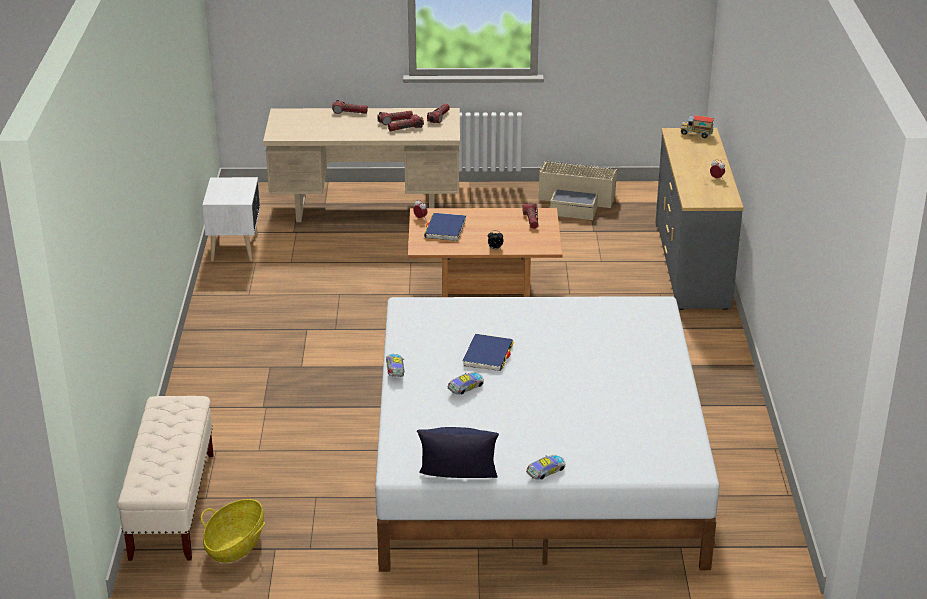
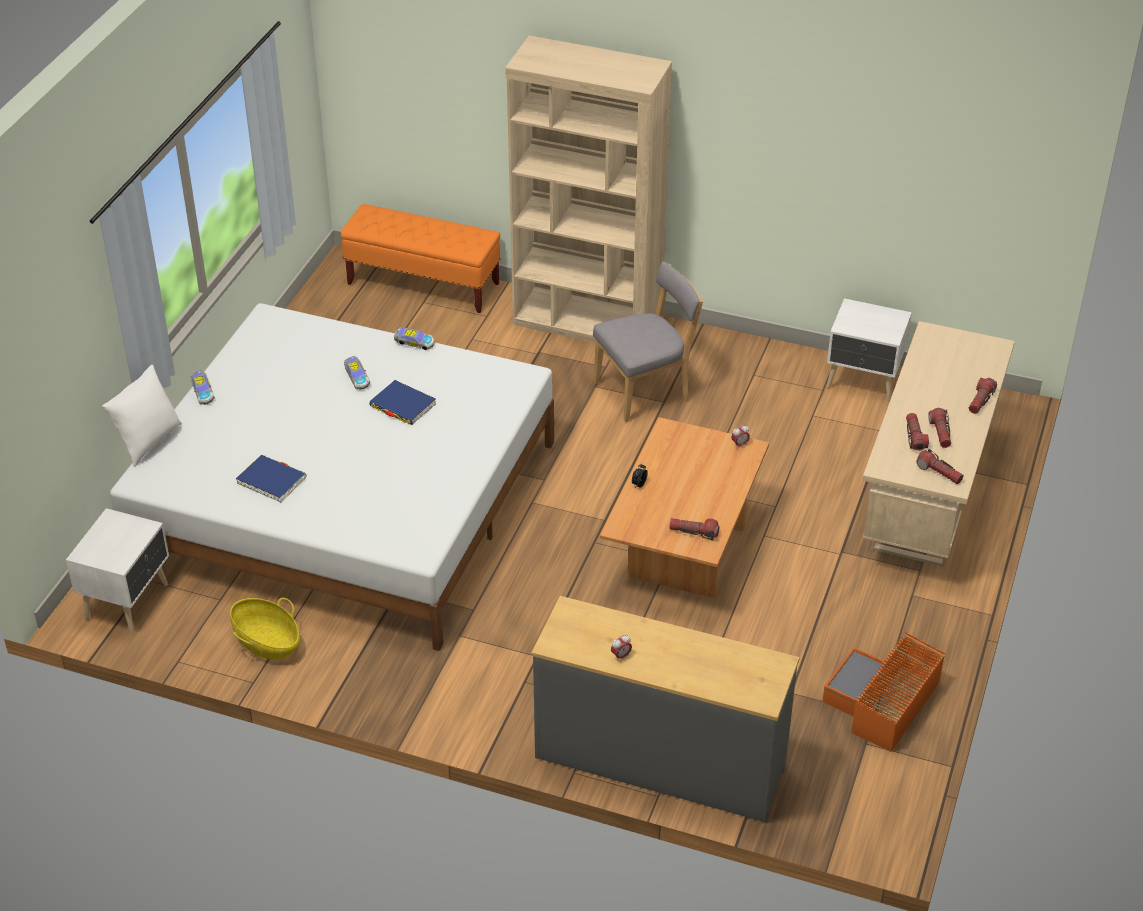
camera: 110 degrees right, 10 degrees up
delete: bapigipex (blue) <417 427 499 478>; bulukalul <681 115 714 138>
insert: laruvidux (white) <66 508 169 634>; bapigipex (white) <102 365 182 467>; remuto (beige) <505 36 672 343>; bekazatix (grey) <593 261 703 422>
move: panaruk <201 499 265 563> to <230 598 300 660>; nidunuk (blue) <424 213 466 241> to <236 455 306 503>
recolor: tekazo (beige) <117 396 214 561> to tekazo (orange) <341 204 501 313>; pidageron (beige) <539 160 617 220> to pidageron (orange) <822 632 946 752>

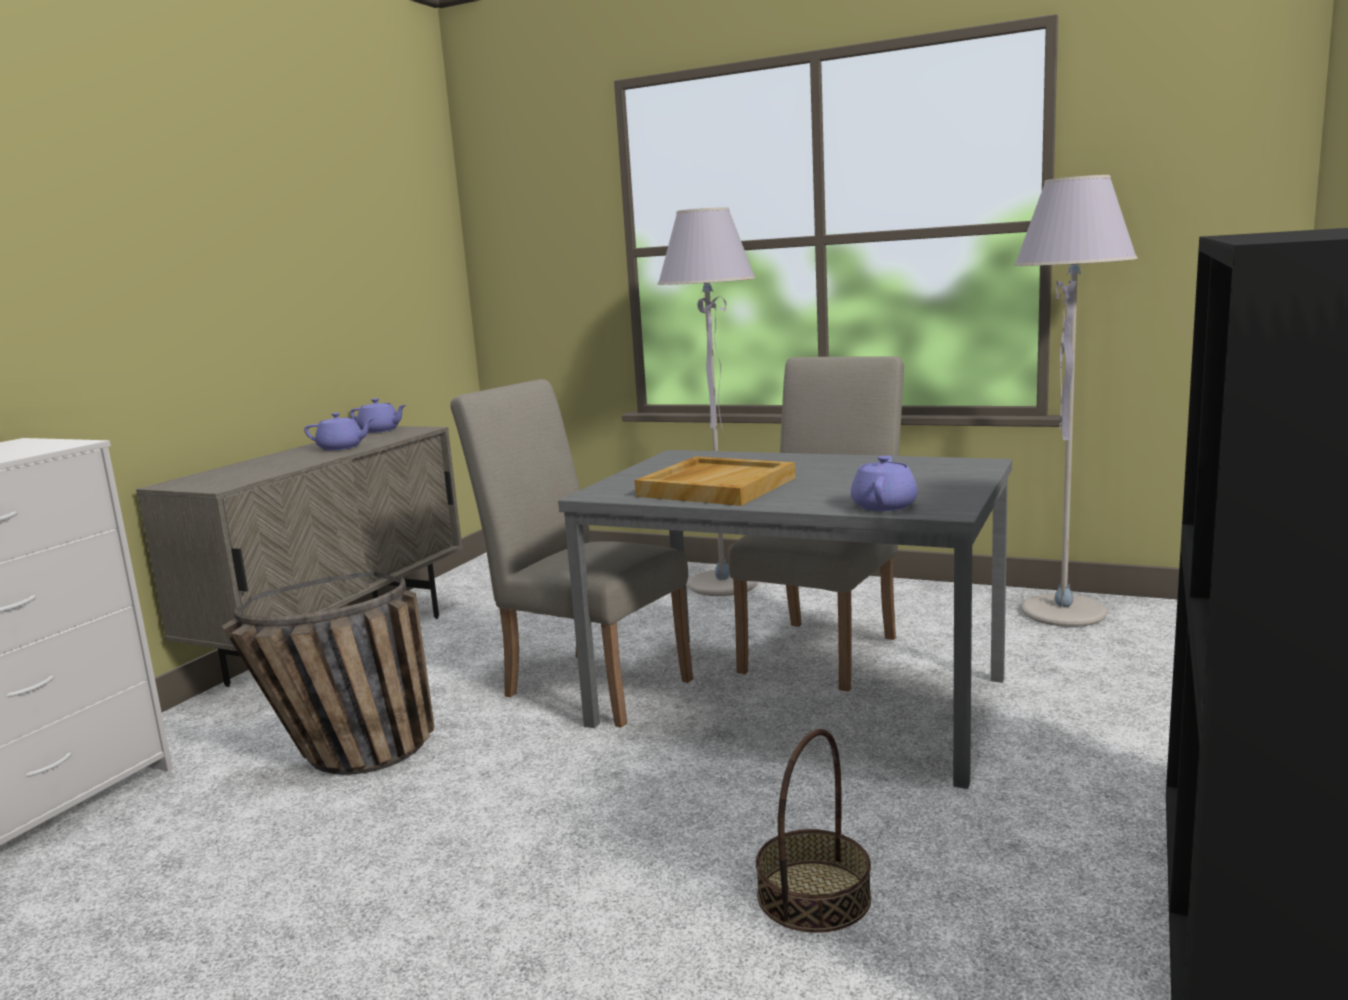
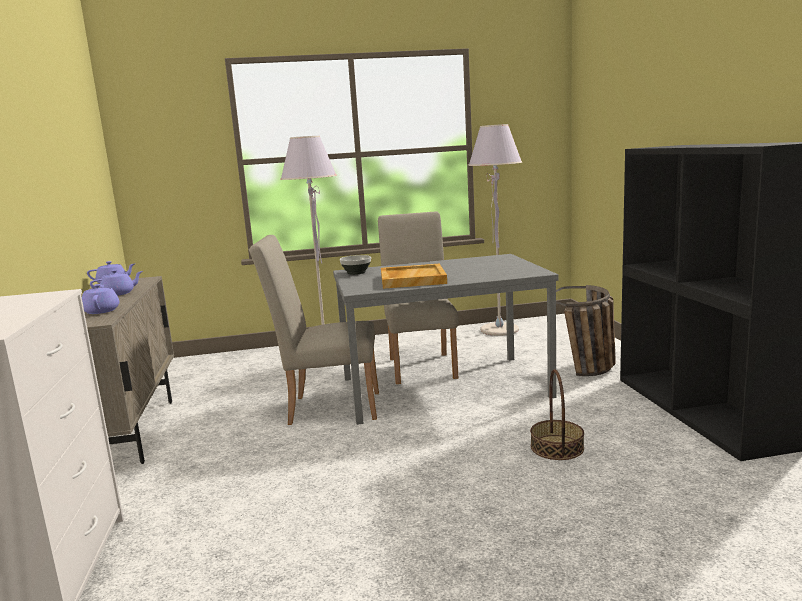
camera: 35 degrees left, 0 degrees up
insert: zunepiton <340 255 371 275>
move: panaruk <222 571 434 775> to <556 285 616 376>; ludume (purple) <851 456 918 511> to <82 284 119 314>

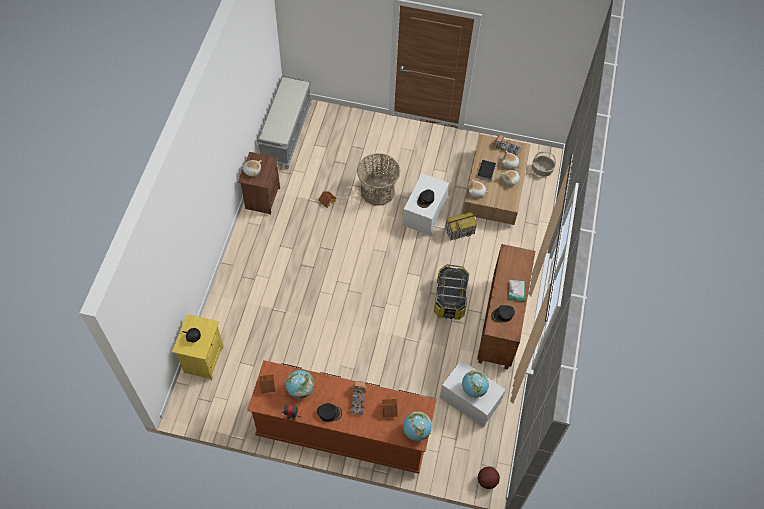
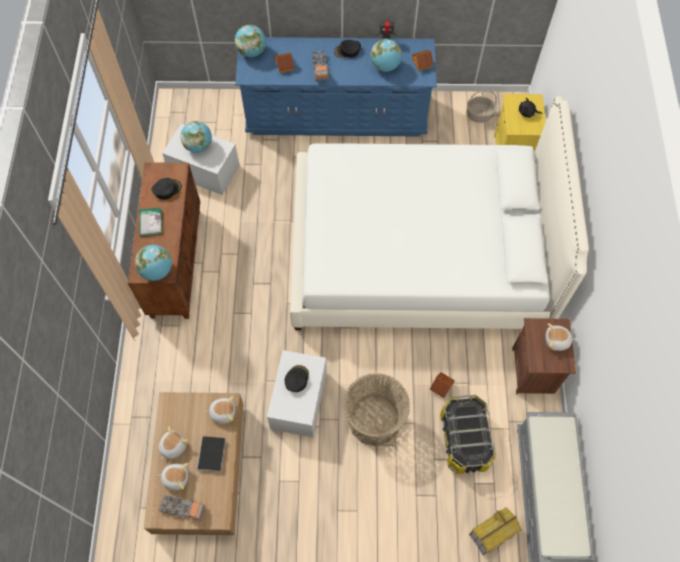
camera: 170 degrees right, 5 degrees up
delete: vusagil <478 467 500 489>
insert: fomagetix <135 245 172 281>; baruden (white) <290 96 589 330>
move: pidageron <434 264 469 320> to <440 395 496 474>; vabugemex <445 212 477 241> to <469 507 522 555>; panaruk <532 152 556 176> to <466 90 497 123>
recolor: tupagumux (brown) <247 360 437 474> to tupagumux (blue) <235 37 437 137>

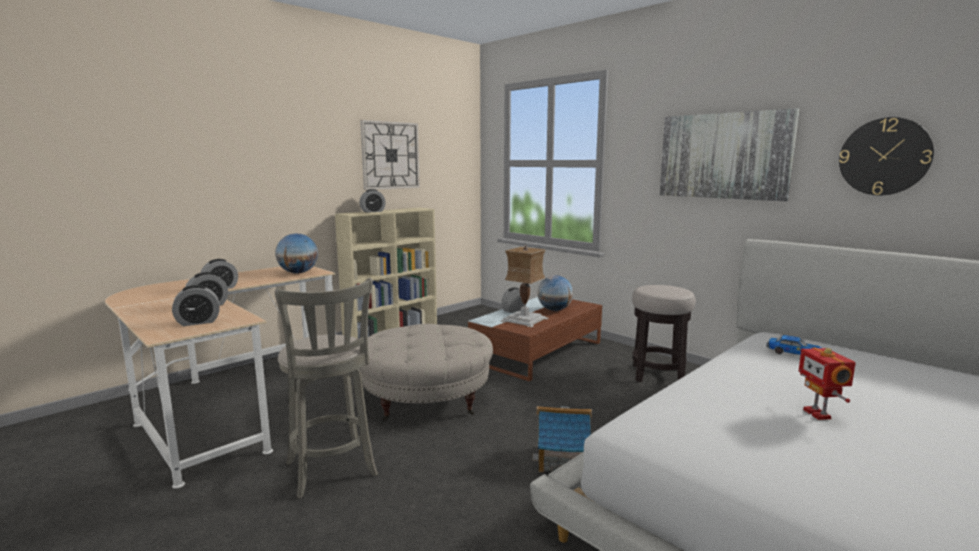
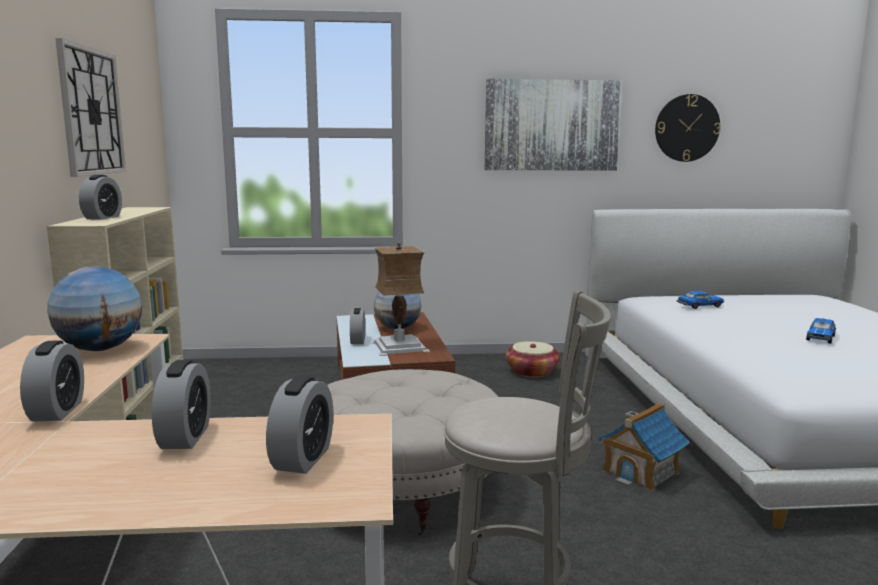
camera: 50 degrees left, 0 degrees up
replace: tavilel <632 285 696 382> to panaruk <506 341 560 378>; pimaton <799 348 856 420> to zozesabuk <806 318 836 344>

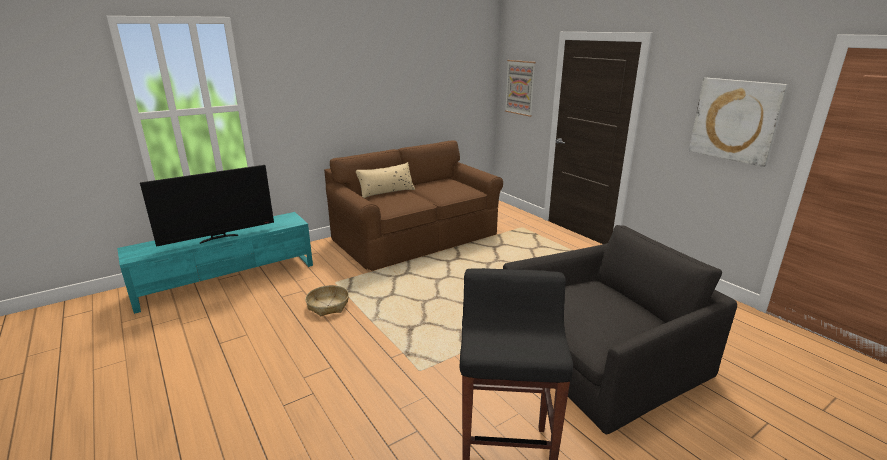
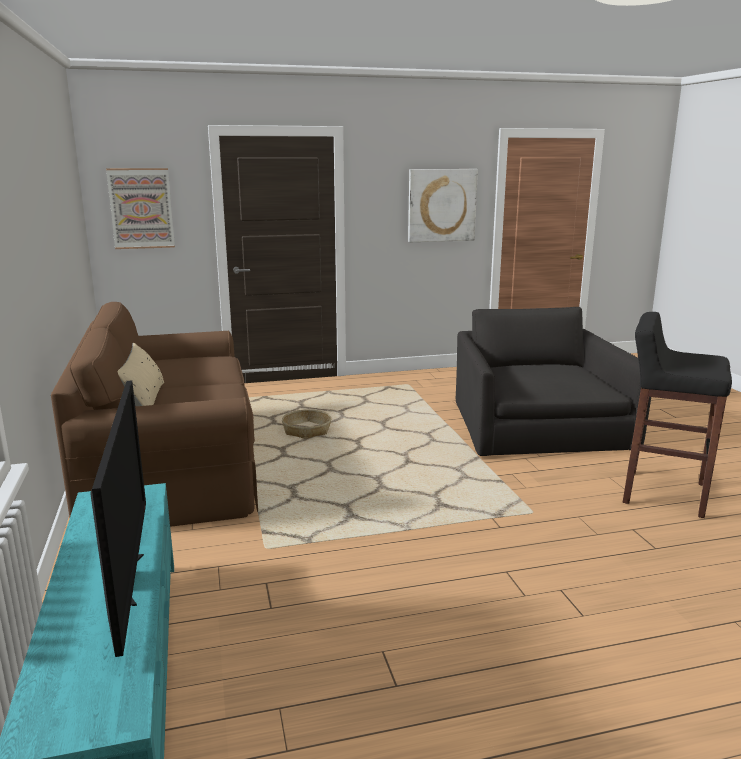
camera: 70 degrees left, 5 degrees down
move: panaruk <305 285 349 316> to <282 409 331 439>

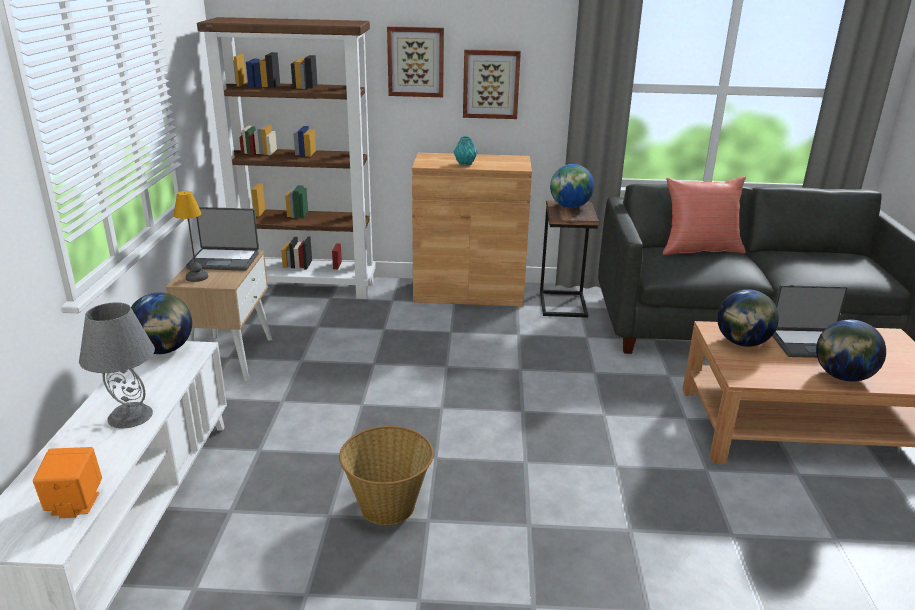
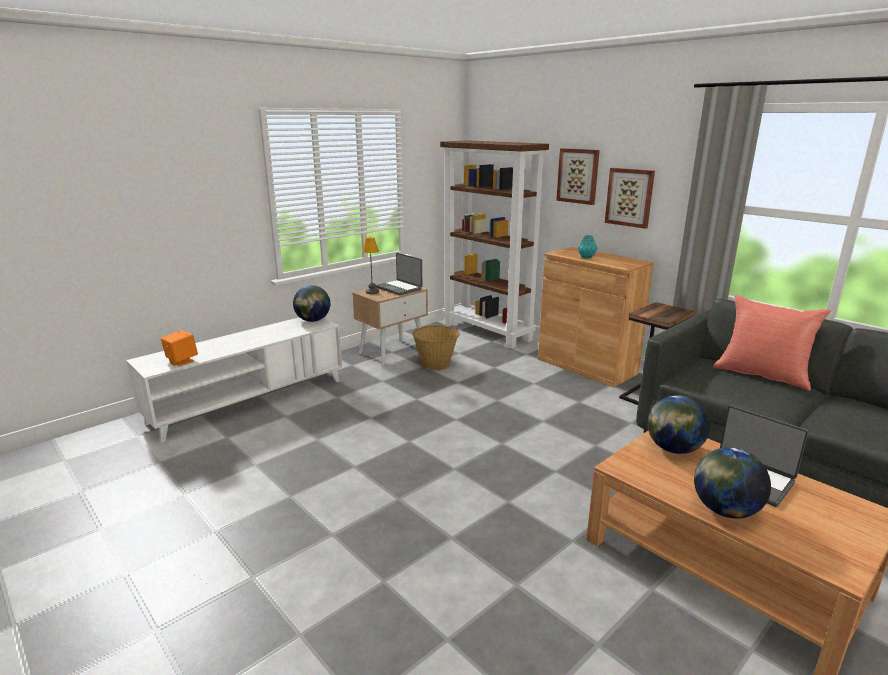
camera: 45 degrees right, 5 degrees down
delete: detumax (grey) <79 302 155 428>; fomagetix <550 164 594 208>
move: panaruk <339 426 434 525> to <413 326 460 370>

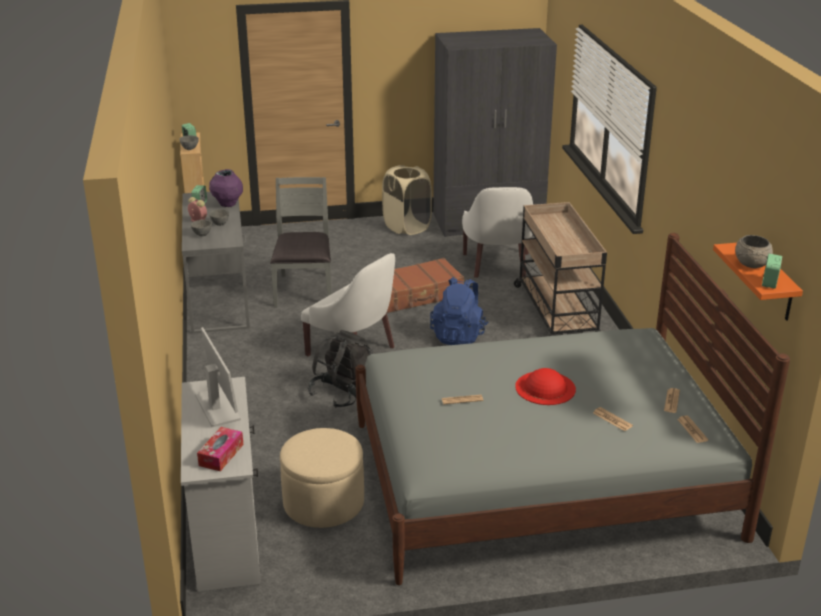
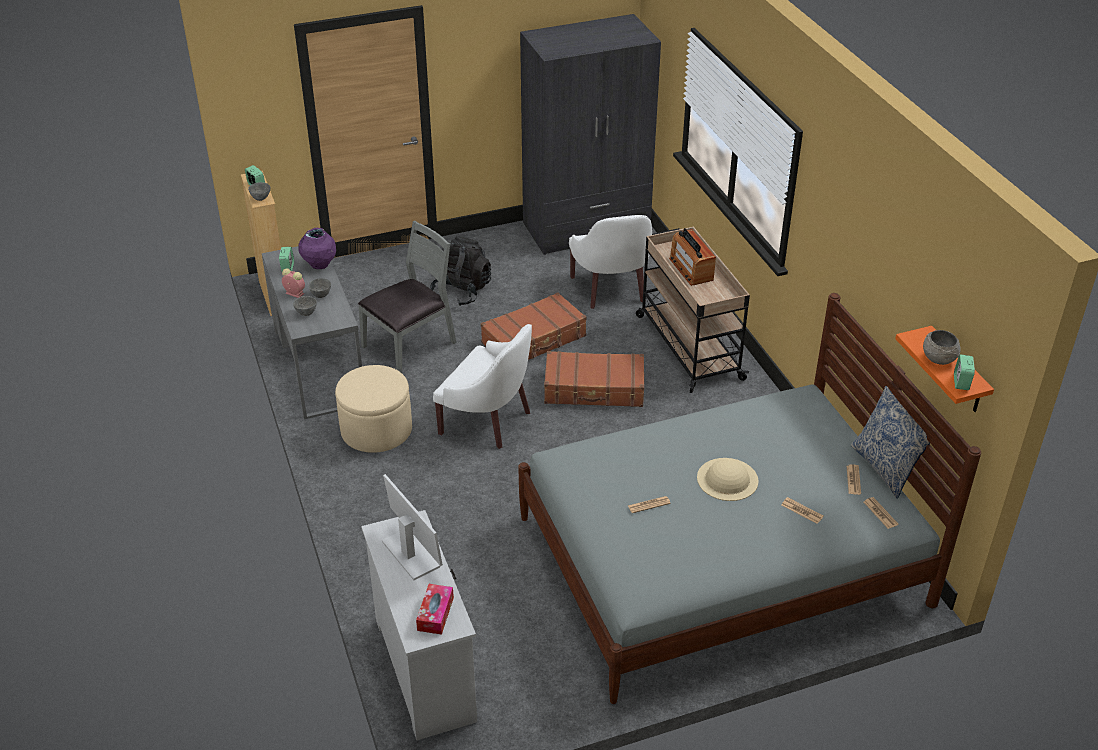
camera: 10 degrees left, 10 degrees up
delete: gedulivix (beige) <382 165 432 235>
insert: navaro <669 228 716 286>; bapigipex <851 386 930 499>
move: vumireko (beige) <280 428 364 528> to <335 365 412 453>; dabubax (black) <308 330 373 408> to <430 236 491 306>
replace: dabubax (blue) <430 277 488 345> to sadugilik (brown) <544 351 644 407>
recolor: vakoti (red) <515 368 576 405> to vakoti (beige) <697 458 758 501>
rotate: bekazatix (grey) <270 177 332 307> = <358 221 456 373> 60 degrees clockwise

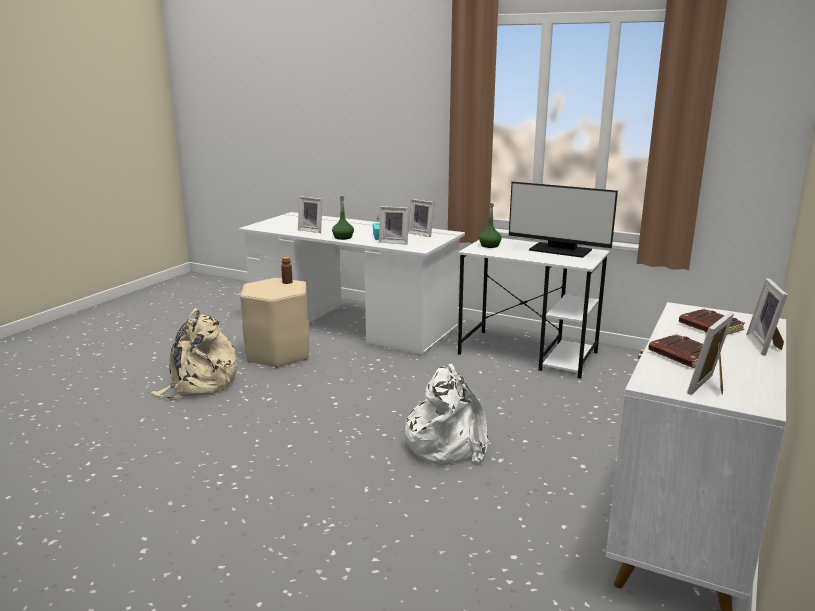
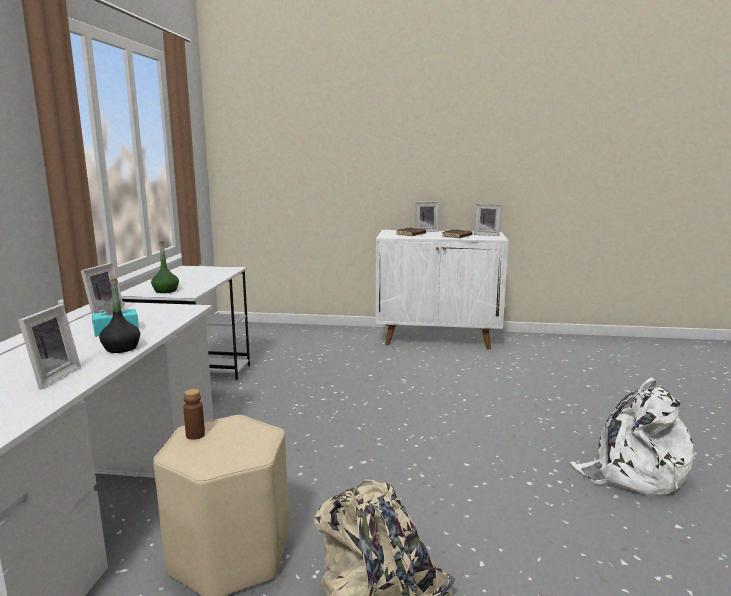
camera: 110 degrees left, 5 degrees down
delete: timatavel <379 206 409 244>; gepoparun <509 182 618 258>
move: dabubax (white) <400 364 488 465> to <569 377 694 496>
recolor: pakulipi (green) <332 197 354 240> to pakulipi (black) <99 278 140 353>

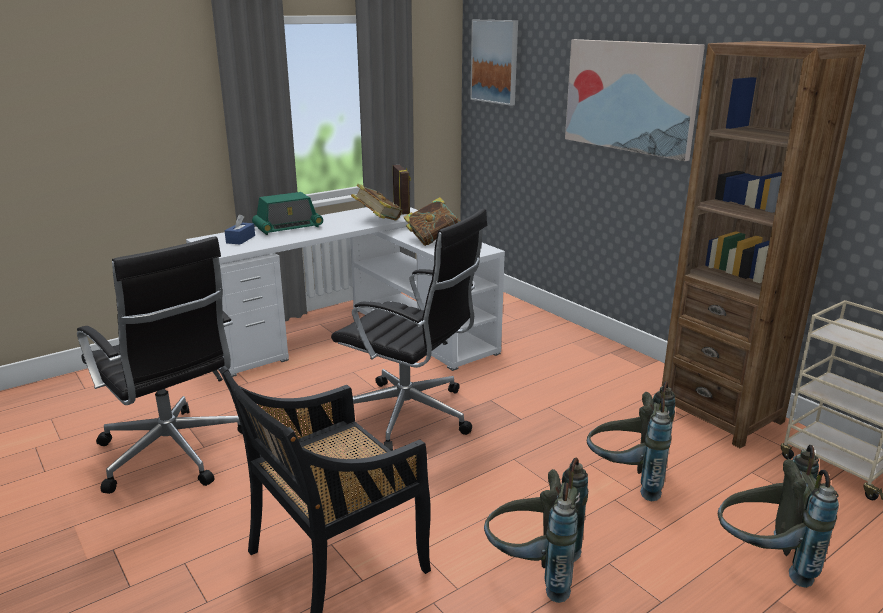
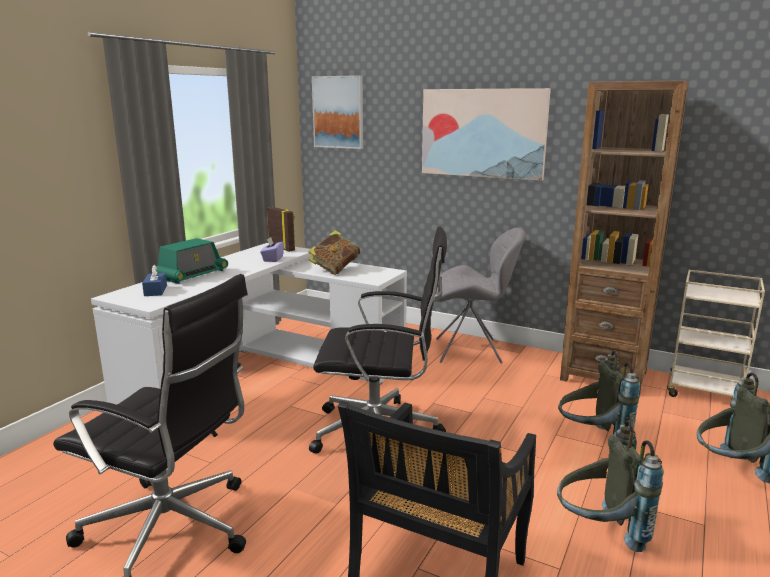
camera: 25 degrees left, 5 degrees down
insert: bekazatix (grey) <436 228 526 364>
replace: nidunuk <351 184 402 221> to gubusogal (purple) <260 237 284 262>

